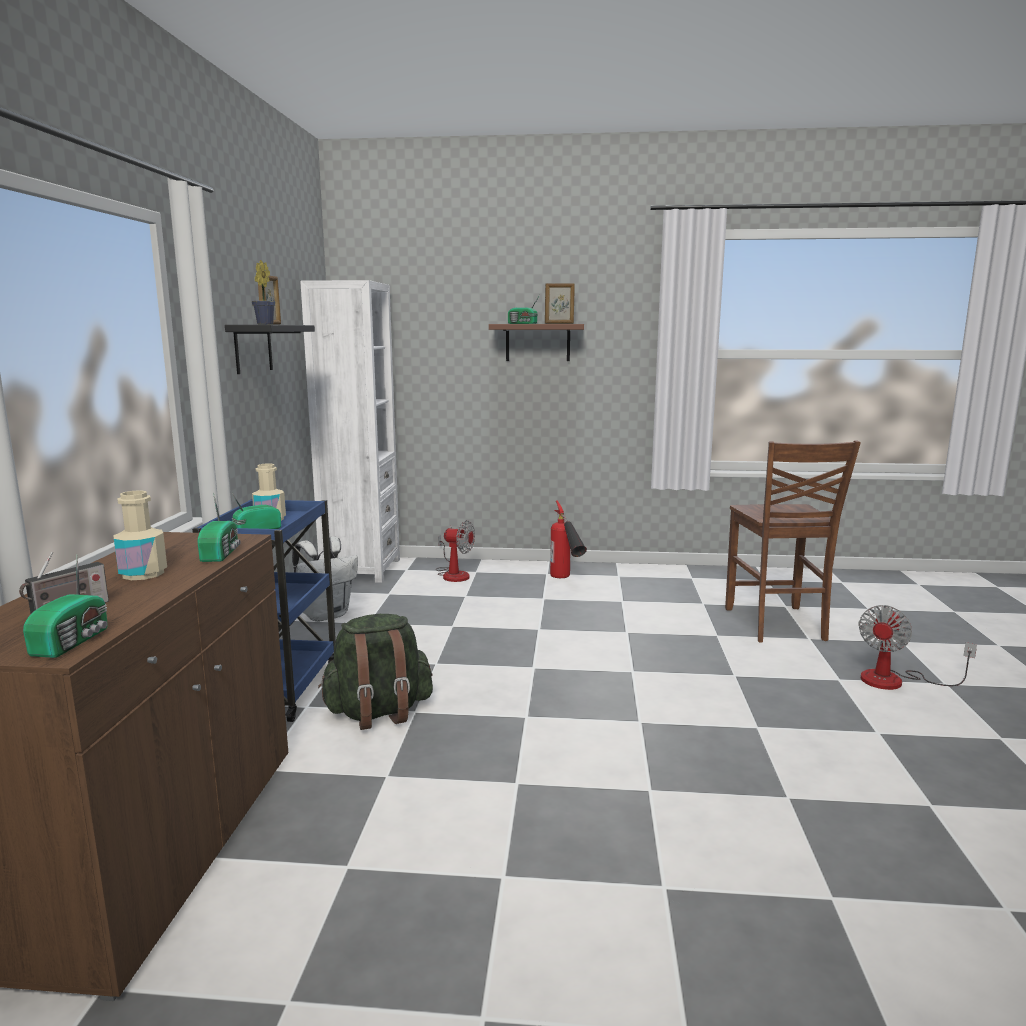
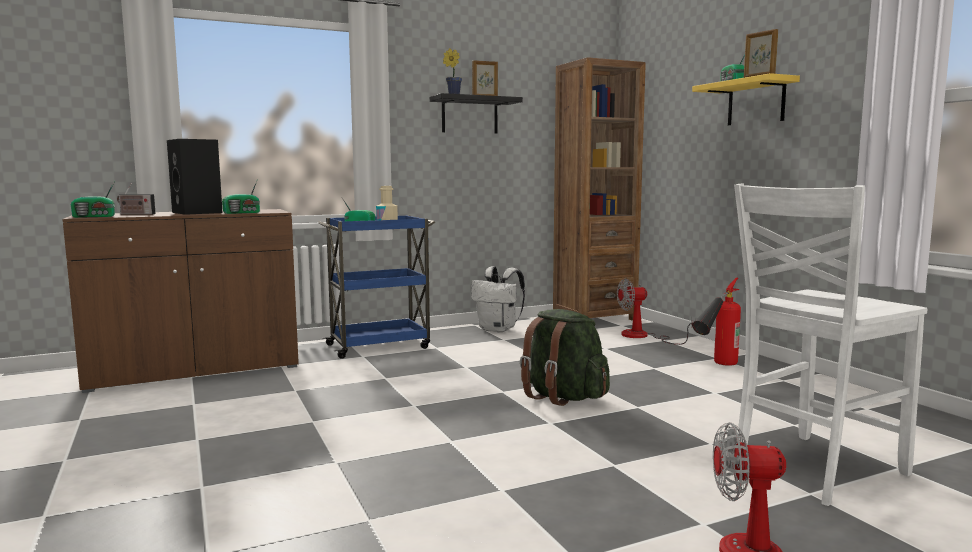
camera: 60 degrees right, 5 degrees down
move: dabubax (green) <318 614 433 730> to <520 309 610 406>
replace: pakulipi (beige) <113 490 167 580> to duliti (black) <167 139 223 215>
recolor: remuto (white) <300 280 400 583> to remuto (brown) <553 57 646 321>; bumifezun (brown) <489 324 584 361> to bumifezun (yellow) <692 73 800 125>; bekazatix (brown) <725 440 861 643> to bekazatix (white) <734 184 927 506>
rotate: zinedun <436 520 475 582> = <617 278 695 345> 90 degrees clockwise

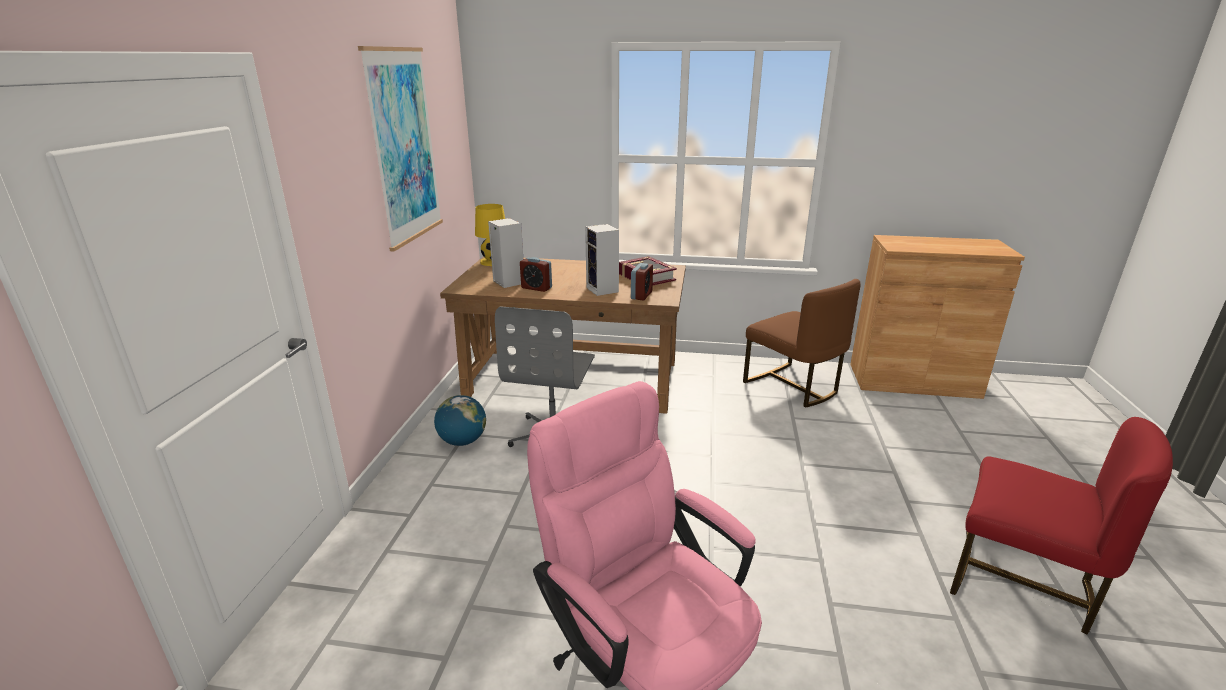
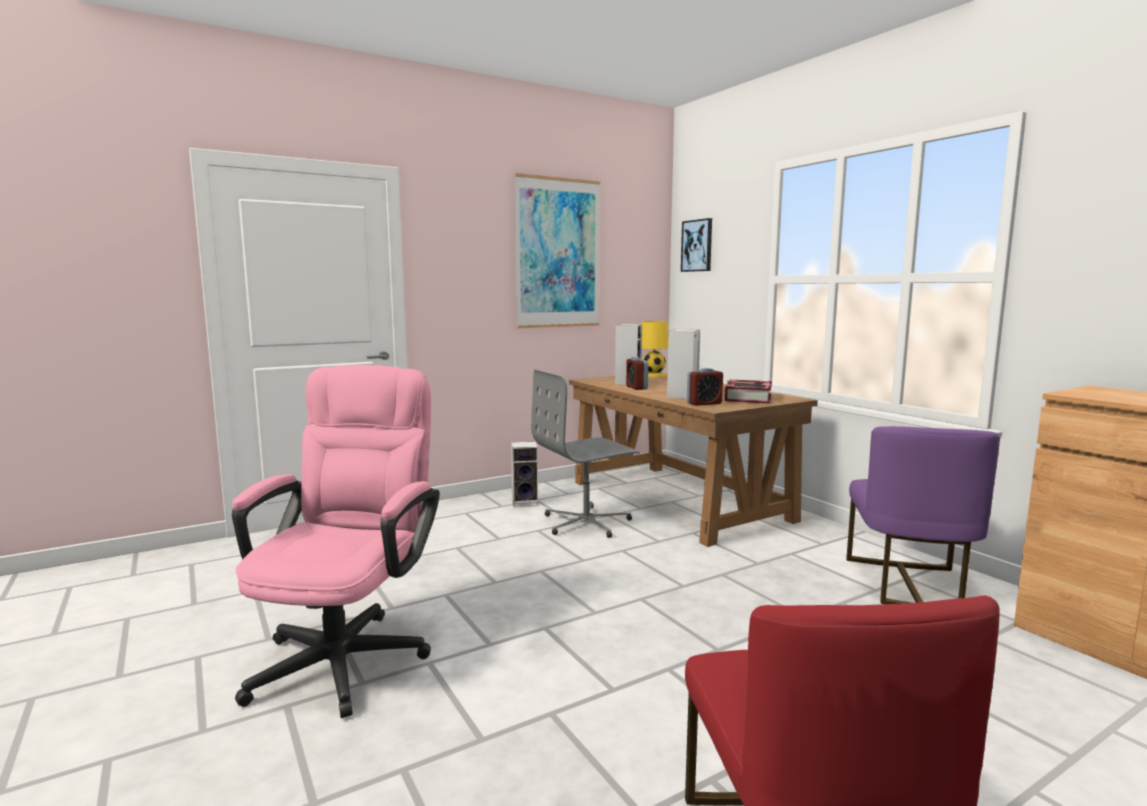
camera: 50 degrees right, 15 degrees down
insert: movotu <681 218 712 272>
replace: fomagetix <434 395 486 446> to duliti <511 442 538 507>
recolor: bekazatix (brown) <743 279 861 407> to bekazatix (purple) <846 426 1000 604>

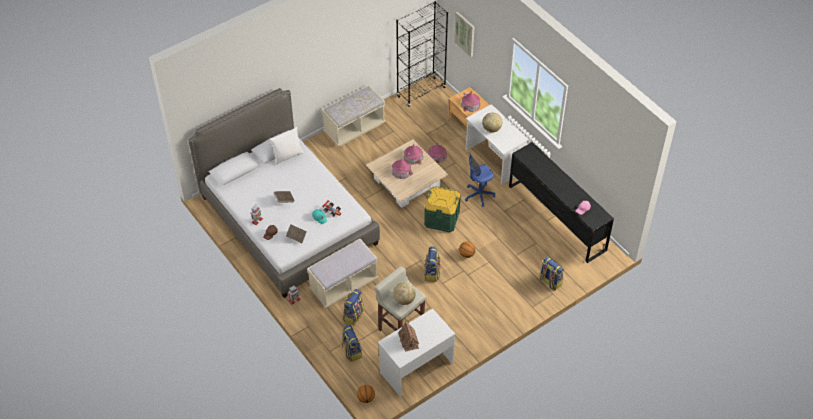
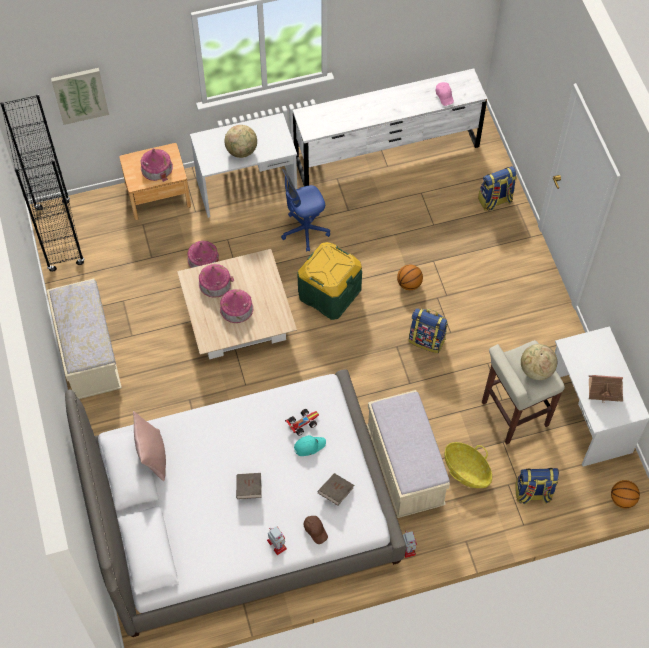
camera: 70 degrees left, 10 degrees up
replace: dabubax <343 289 364 325> to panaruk <445 442 492 488>
recolor: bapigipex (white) <269 127 304 165> to bapigipex (pink) <133 411 166 481>; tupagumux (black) <509 142 614 263> to tupagumux (white) <293 69 487 187>
rotate: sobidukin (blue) <465 152 495 207> = <281 169 330 251> 75 degrees clockwise

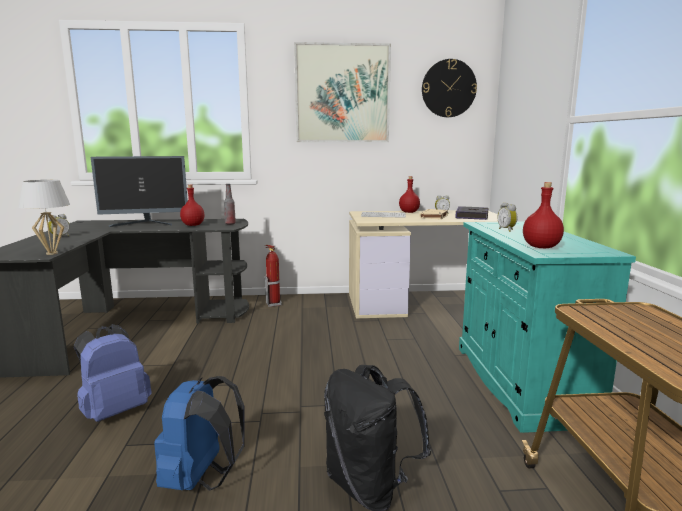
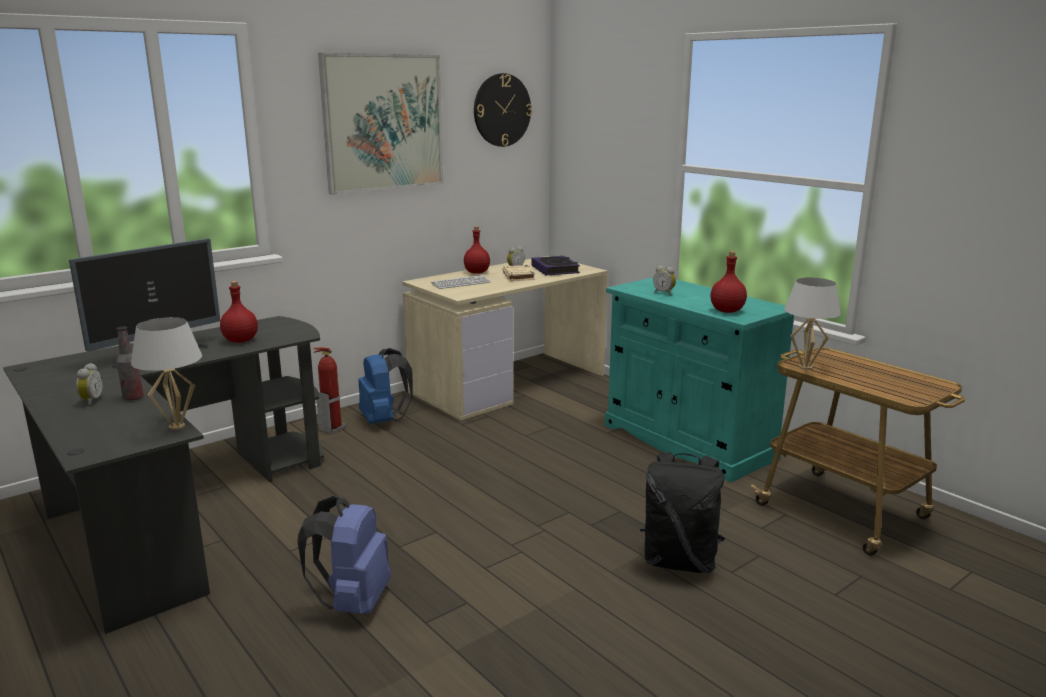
camera: 35 degrees left, 5 degrees up
insert: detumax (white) <784 277 841 370>
move: dabubax (blue) <154 376 245 491> to <359 348 413 424>; pakulipi <224 184 236 225> to <117 326 144 401>

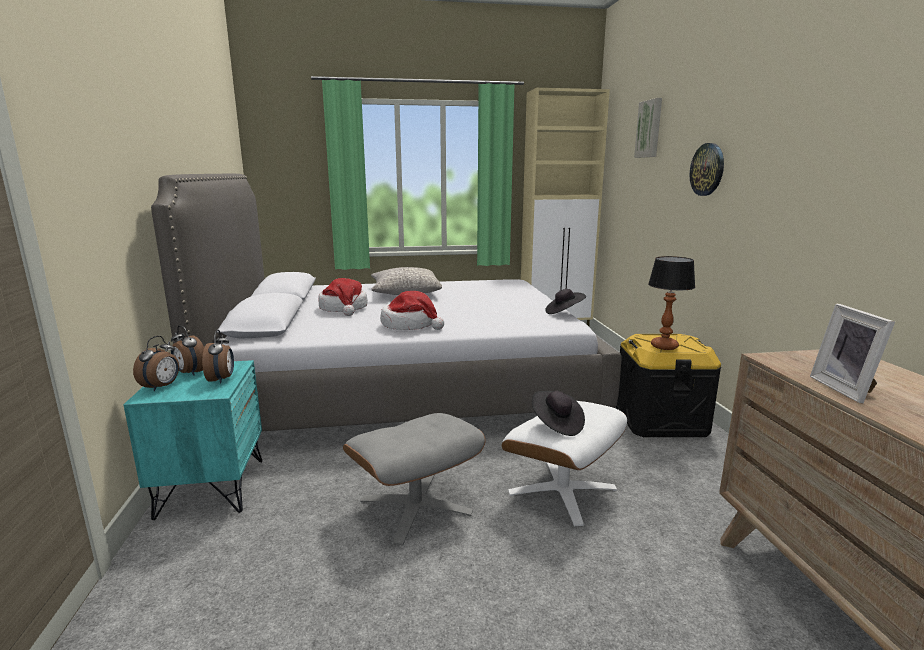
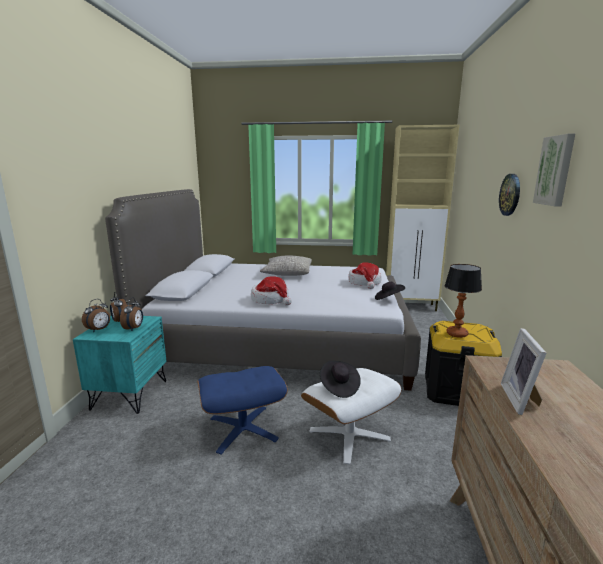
camera: 15 degrees right, 0 degrees up
move: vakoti <318 278 368 316> to <349 262 381 289>; movotu <634 98 662 158> to <533 134 575 206>
recolor: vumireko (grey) <343 413 486 545> to vumireko (blue) <197 366 288 455>

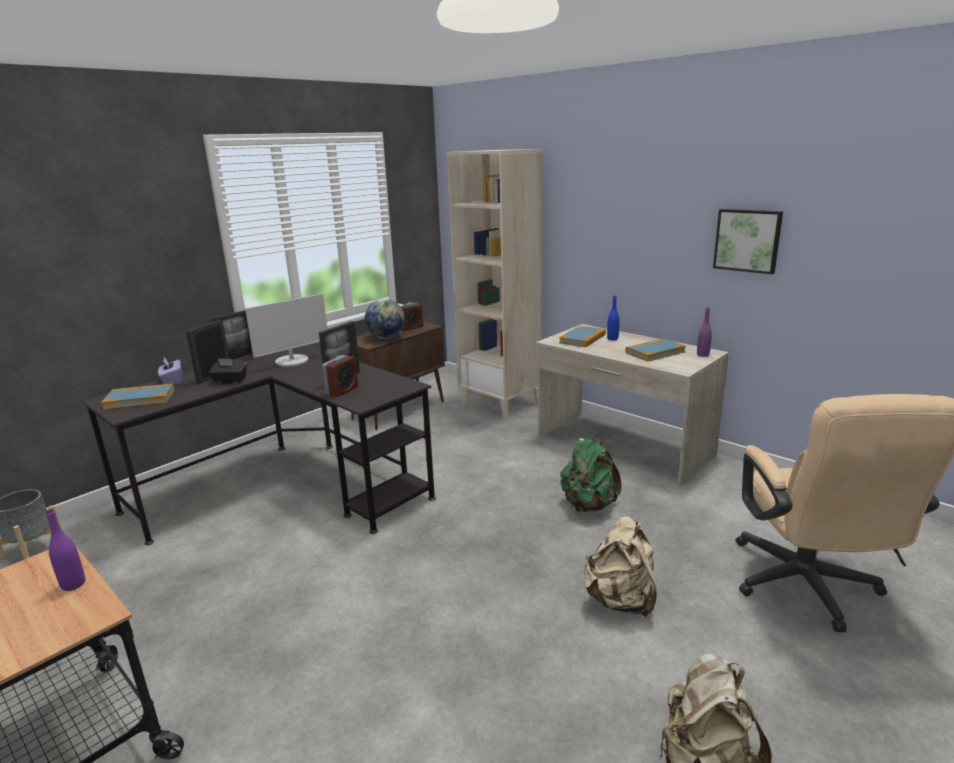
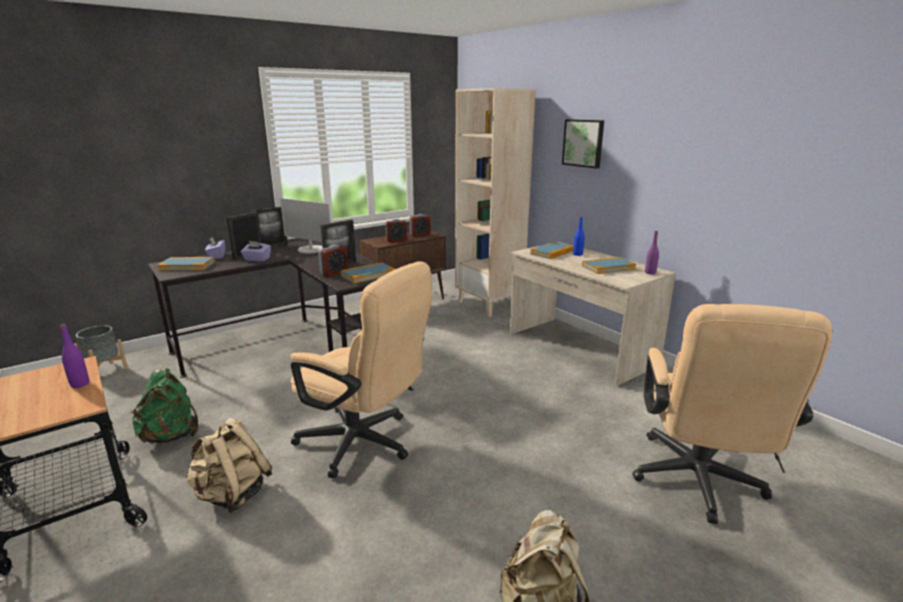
camera: 10 degrees right, 0 degrees up
insert: sobidukin (beige) <290 262 432 478>; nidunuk <340 262 395 284>
move: dabubax (green) <560 435 621 512> to <131 368 199 444>; dabubax (beige) <584 516 657 617> to <186 418 272 513>; movotu <713 209 783 274> to <562 119 604 168>
replace: fomagetix <365 299 405 339> to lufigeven <386 219 407 242>
recolor: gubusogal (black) <209 358 247 384> to gubusogal (purple) <241 241 271 262>
rotate: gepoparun <245 294 327 367> = <280 198 331 253> 60 degrees clockwise

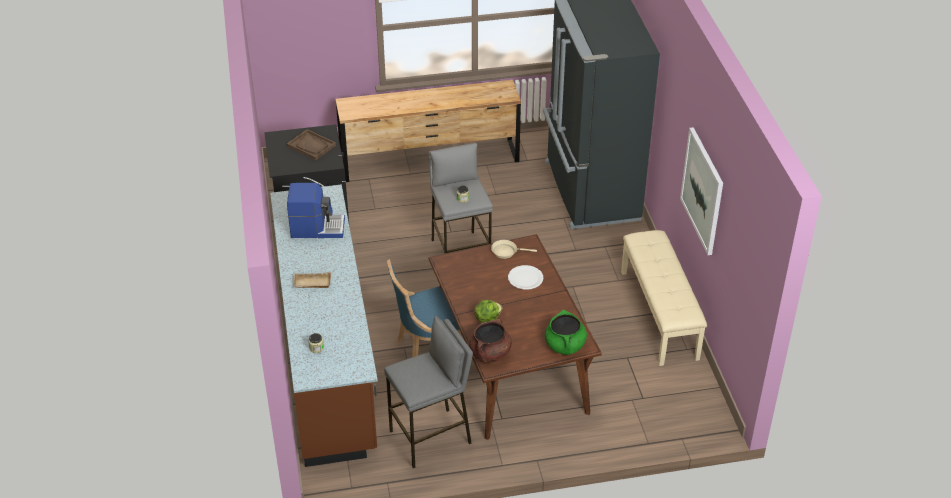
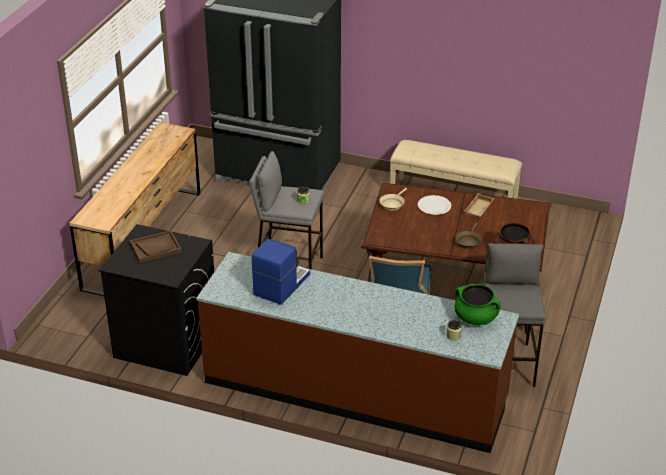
camera: 60 degrees left, 5 degrees down
delete: movotu <680 127 723 255>
move: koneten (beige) <293 272 331 288> to <464 193 494 218>; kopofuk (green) <545 310 587 355> to <454 284 501 325>
replace: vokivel <474 300 502 323> to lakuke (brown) <455 223 482 249>

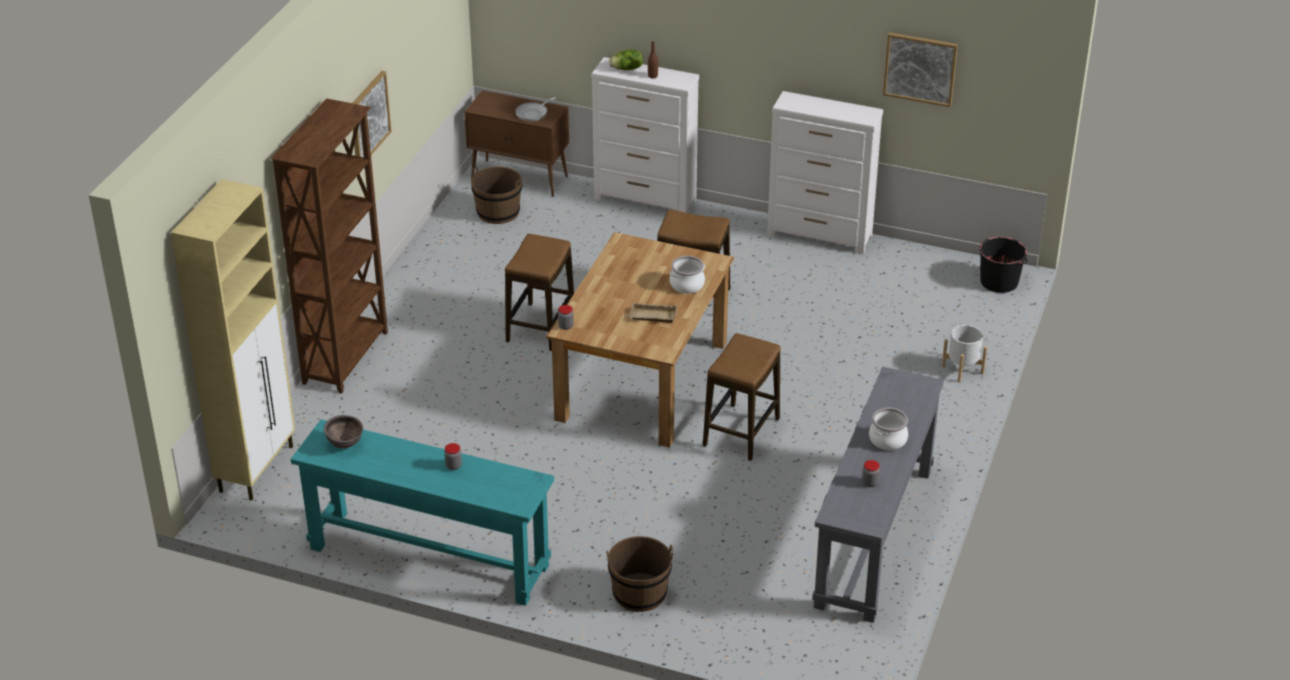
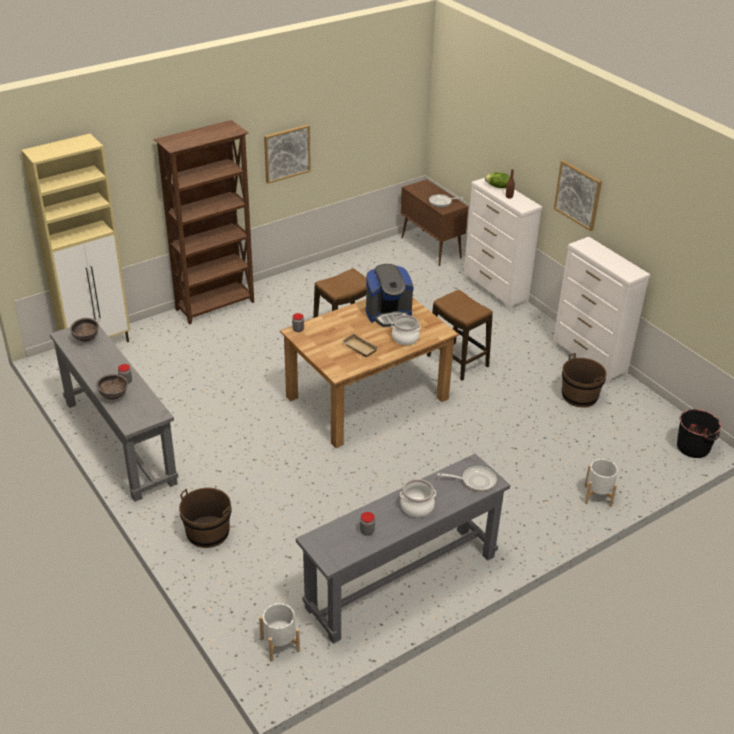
camera: 35 degrees right, 0 degrees up
delete: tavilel <703 333 781 461>
insert: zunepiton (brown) <96 374 128 400>; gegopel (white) <259 603 300 662>; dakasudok <366 264 414 327>; lakuke <437 466 497 491>
move: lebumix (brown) <471 166 522 224> to <562 353 607 408>; movotu <883 32 958 107> to <554 160 602 231>
recolor: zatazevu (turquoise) <290 419 554 606> to zatazevu (grey) <50 319 178 502>

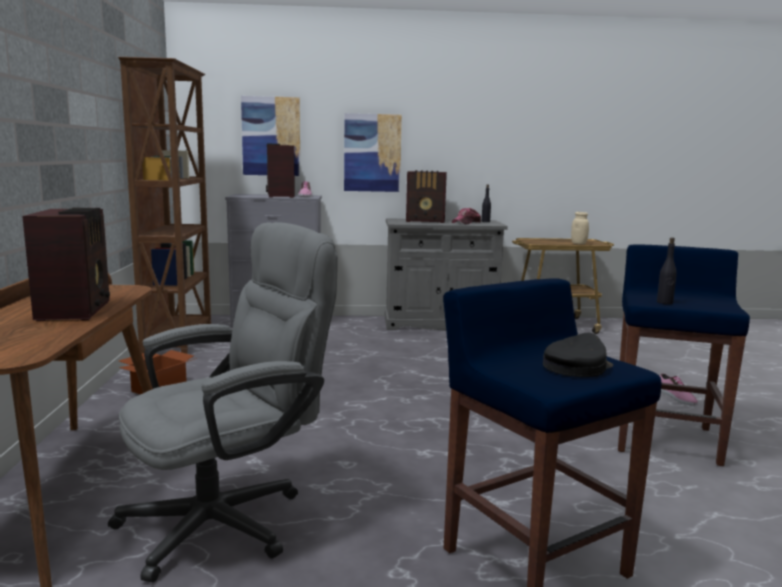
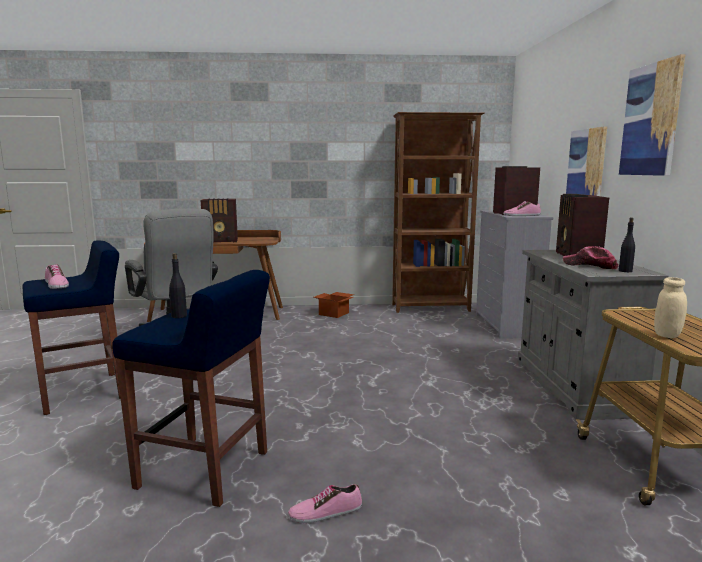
camera: 90 degrees right, 0 degrees up
move: movotu <241 96 300 176> to <619 54 685 176>
replace: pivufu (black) <543 332 614 377> to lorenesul <45 265 69 289>

